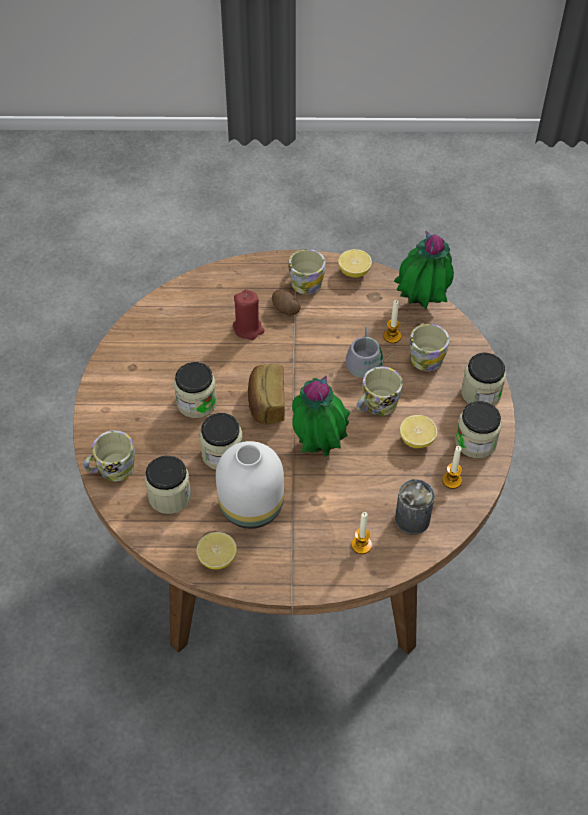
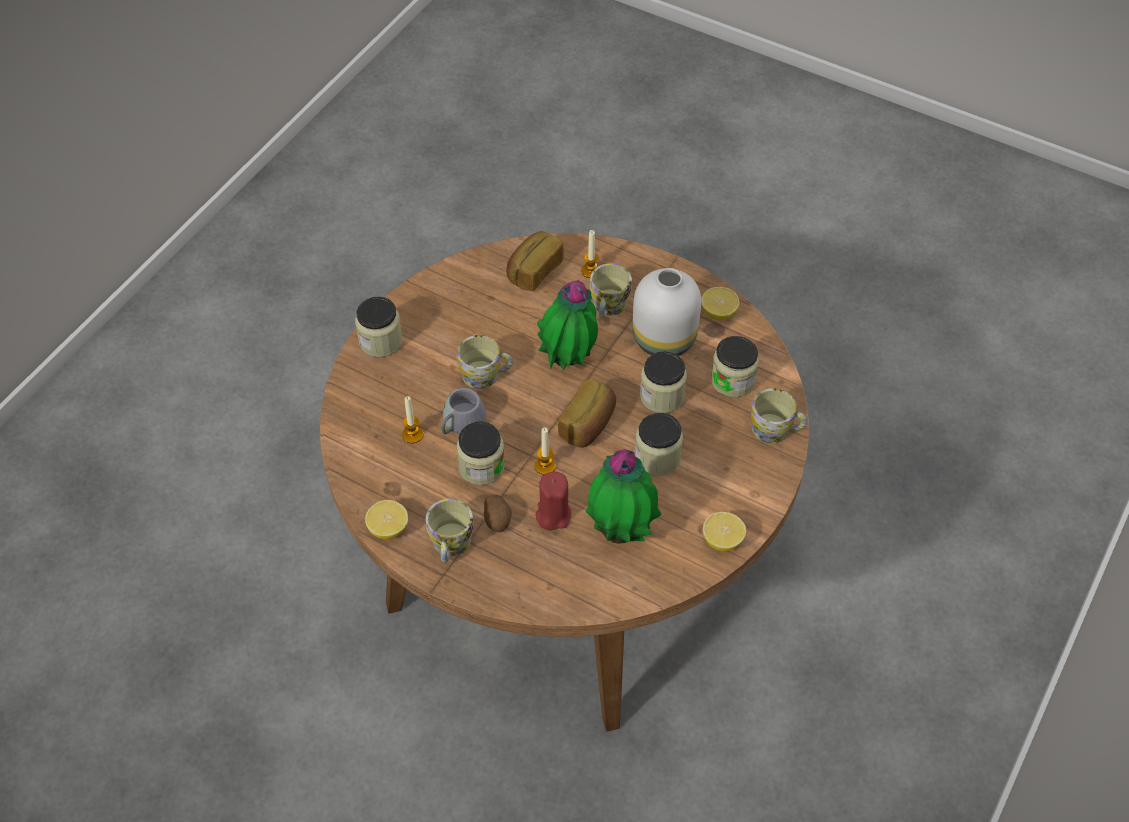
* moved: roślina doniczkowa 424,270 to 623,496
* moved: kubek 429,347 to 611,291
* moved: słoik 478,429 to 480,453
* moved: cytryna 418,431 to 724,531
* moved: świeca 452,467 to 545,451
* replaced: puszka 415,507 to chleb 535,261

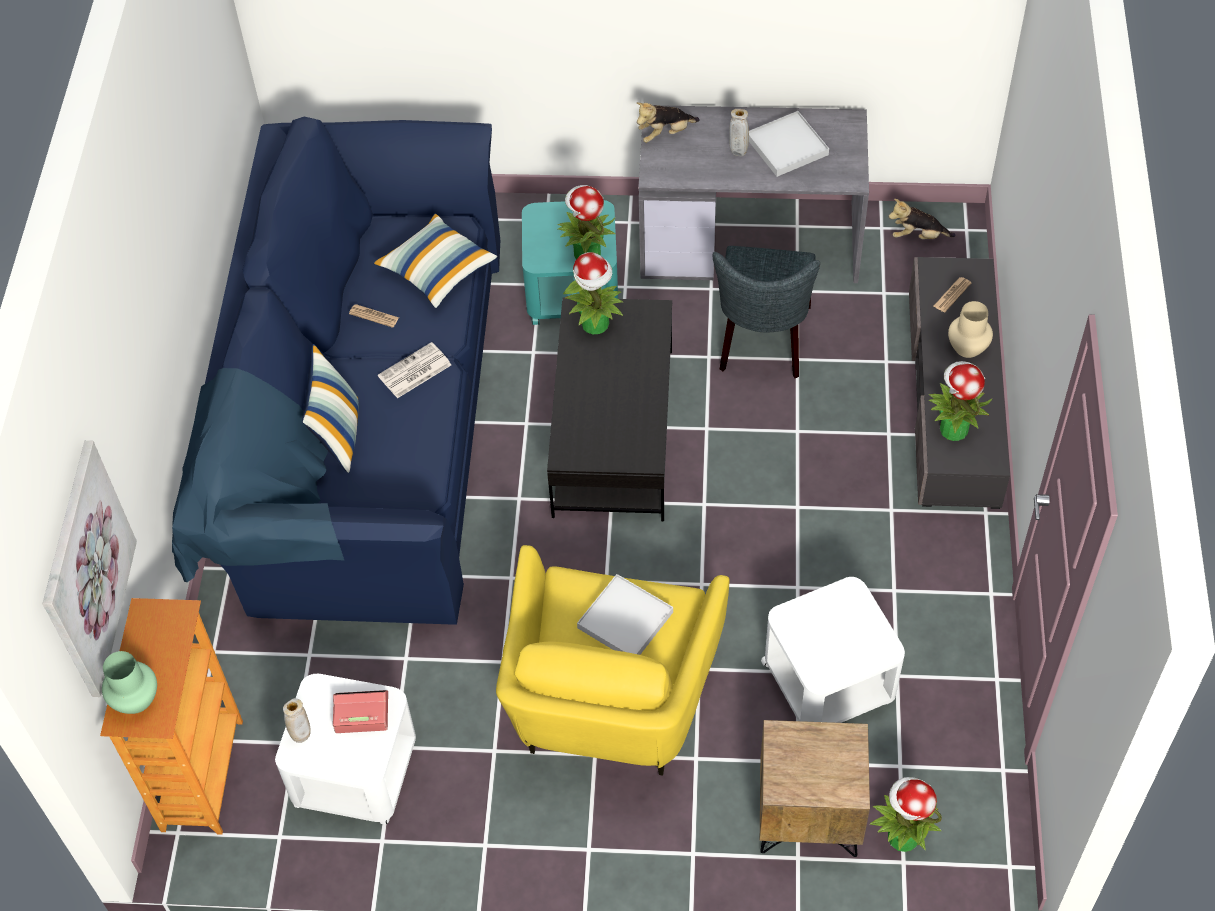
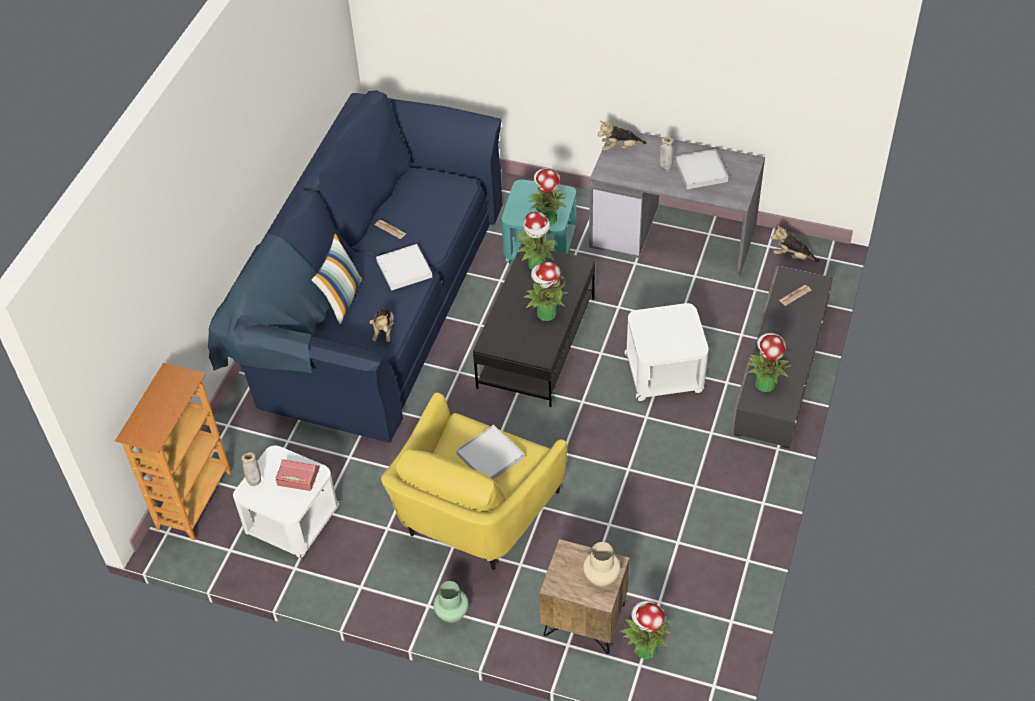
* removed: poduszka 435,261
* removed: krzesło/szary 766,312
* moved: wazon/beżowy 970,329 to 601,564
* replaced: gazeta 414,370 to taca/biały 404,267
* removed: obraz 90,569
* moved: stolik/biały 833,650 to 666,352
* moved: wazon/zielony 129,682 to 451,602
* added: roślina doniczkowa 545,291
* added: pluszak 382,325

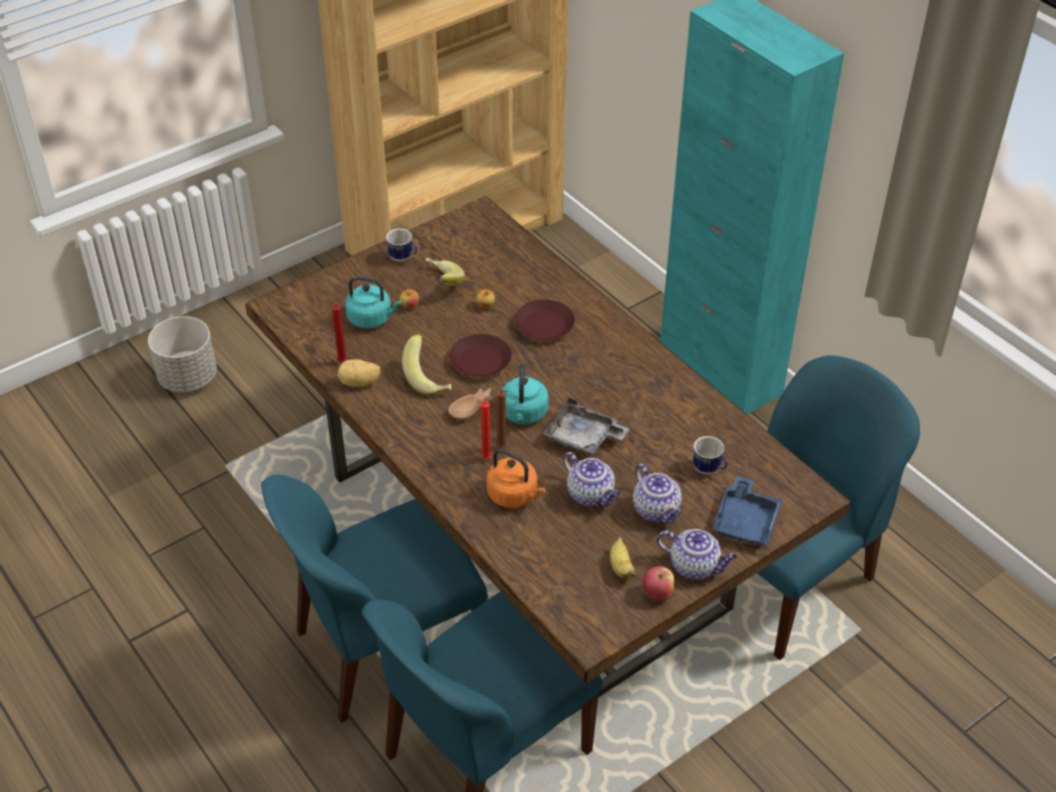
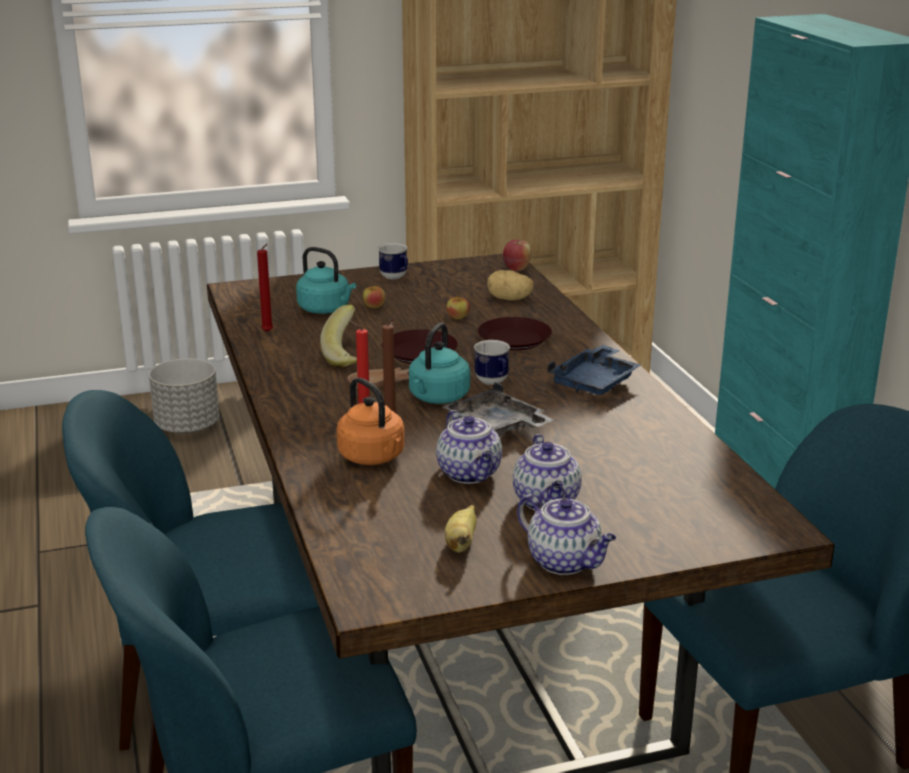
* removed: banan 445,272
* moved: ziemniak 359,373 to 510,285
* moved: kubek 710,455 to 492,362
* moved: taca/niebieski 747,510 to 594,370
* moved: jabłko 658,584 to 517,255

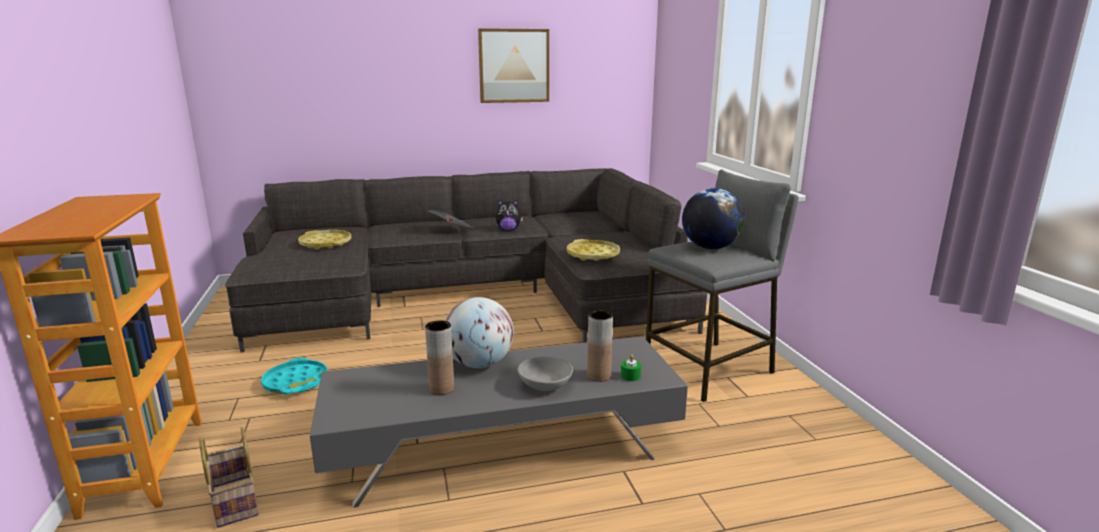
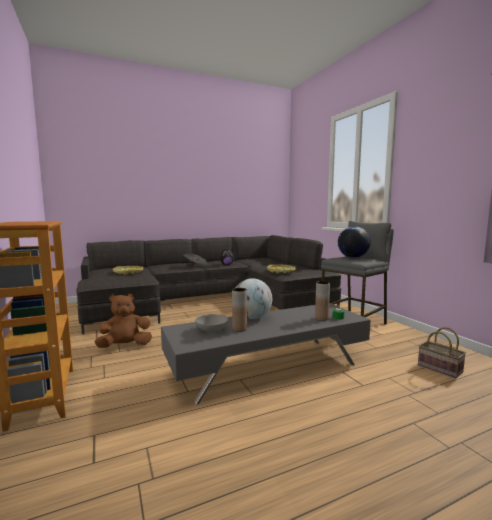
* removed: obraz 513,65
* moved: miska/szary 545,373 to 211,323
* replaced: taca/turkusowy 294,376 to pluszak/brązowy 123,321
* moved: koszyk 229,477 to 442,352

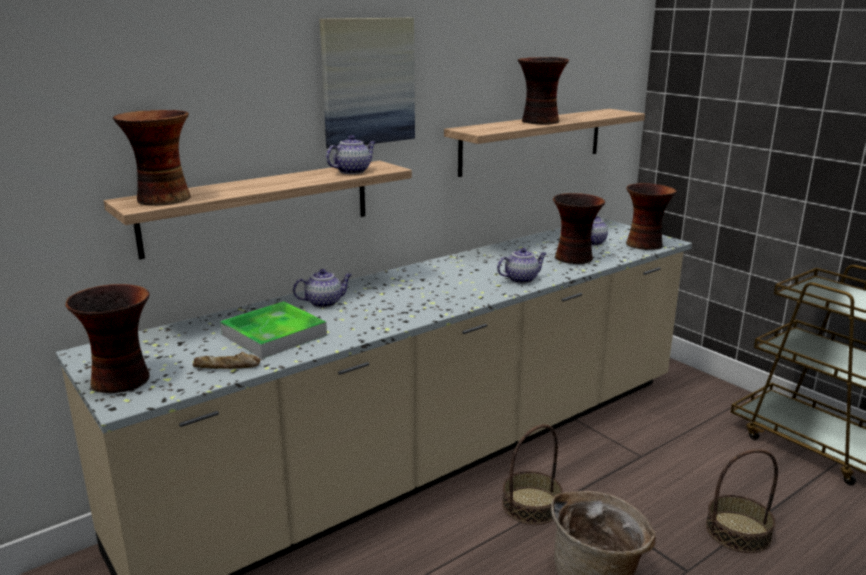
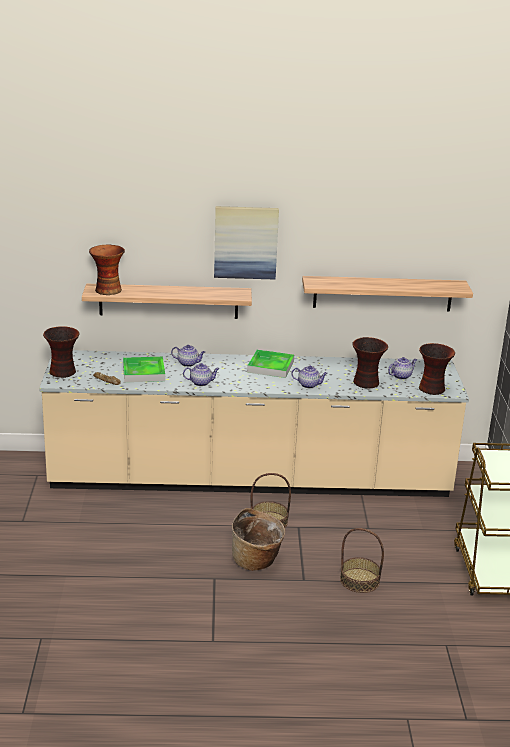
* removed: wazon 543,91
* moved: imbryk 351,154 to 201,374
* added: taca 270,364

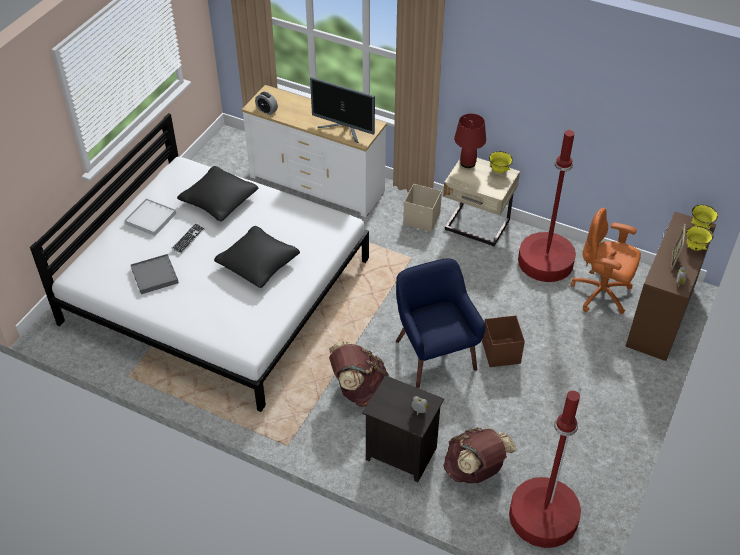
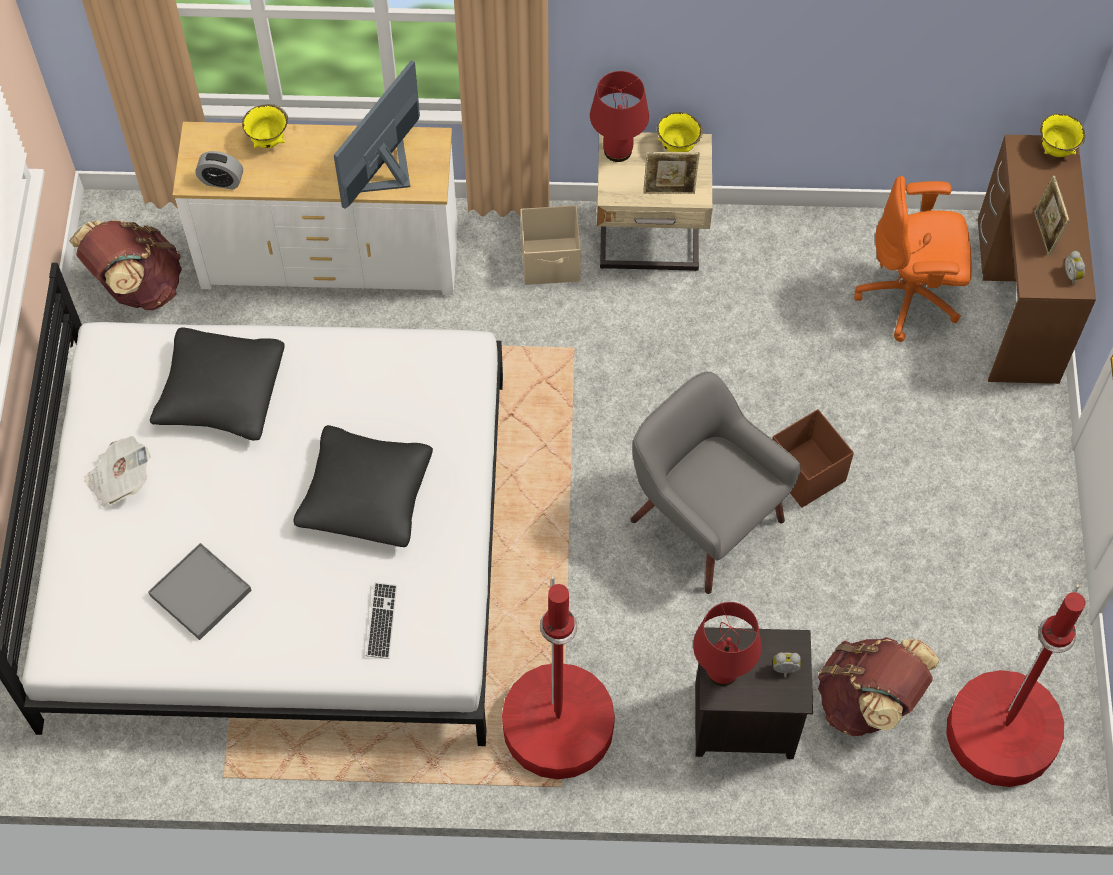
* turned: monitor 342,110 = 377,134 120 degrees clockwise
* moved: lampa stojąca/czerwony 547,204 to 558,677
* replaced: taca/biały 150,217 to gazeta 117,471
* moved: klawiatura 188,238 to 381,620
* moved: miska/żółty 700,238 to 265,126
* recoloured: fotel/niebieski 440,323 to fotel/szary 715,482
* moved: plecak/brązowy 359,374 to 125,265
* added: ramka na zdjęcie 671,172
* added: lampa stołowa/czerwony 727,644

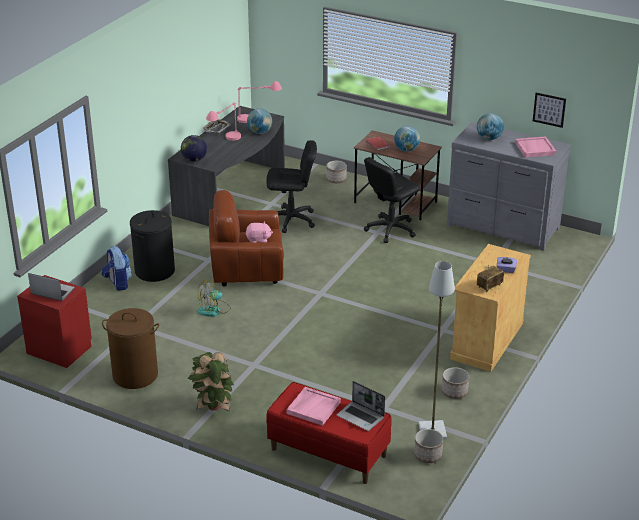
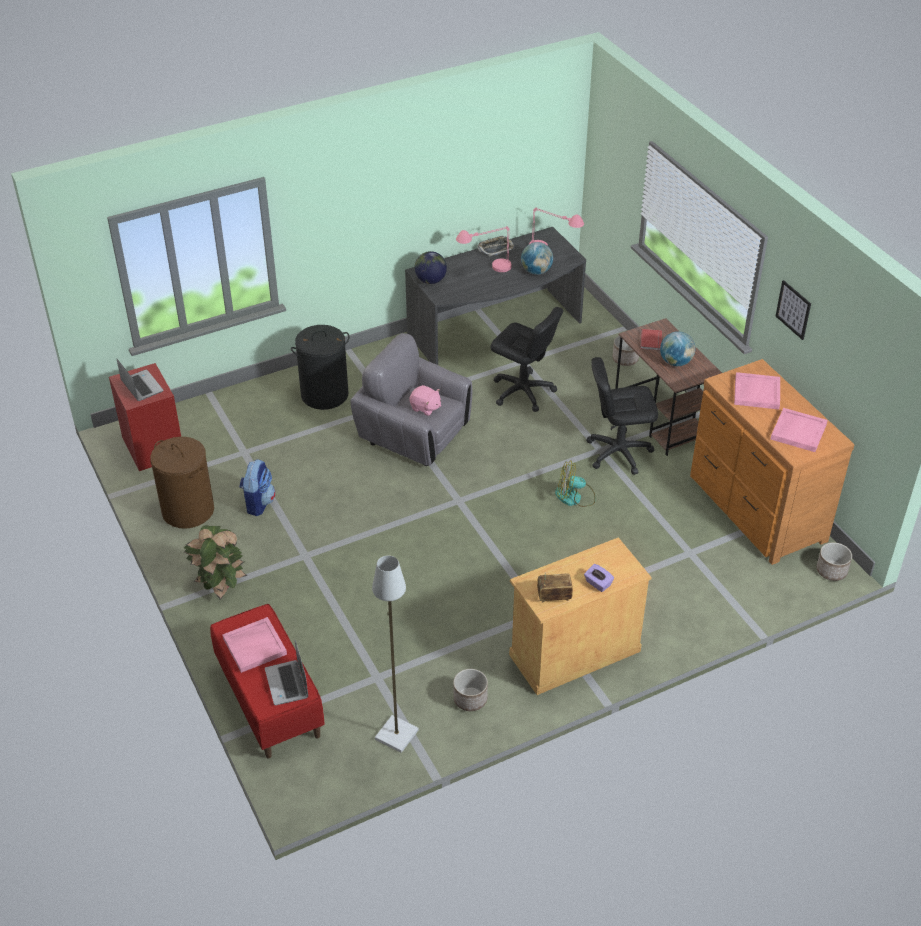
* moved: obraz 549,110 to 793,310
* replaced: globus 490,126 to taca/różowy 757,391
* recoloured: komoda/szary 509,186 to komoda/brązowy 772,462
* recoloured: fotel/brązowy 246,238 to fotel/szary 411,399
* moved: plecak 116,268 to 257,487
* moved: wentylator 214,298 to 575,483
* moved: donica 428,446 to 834,561

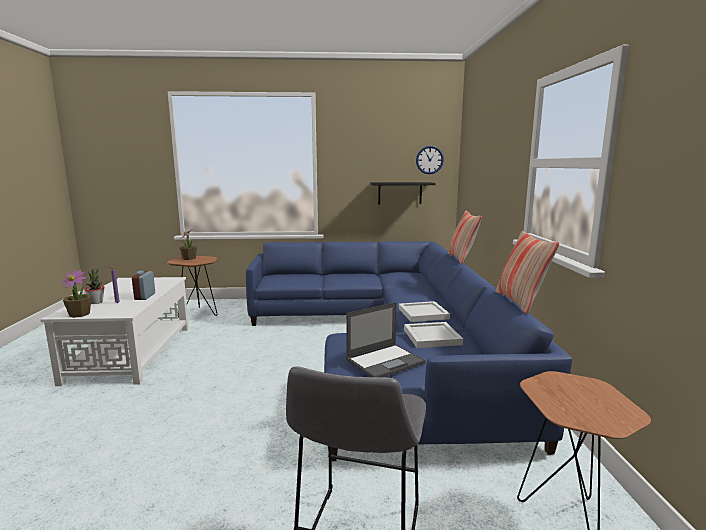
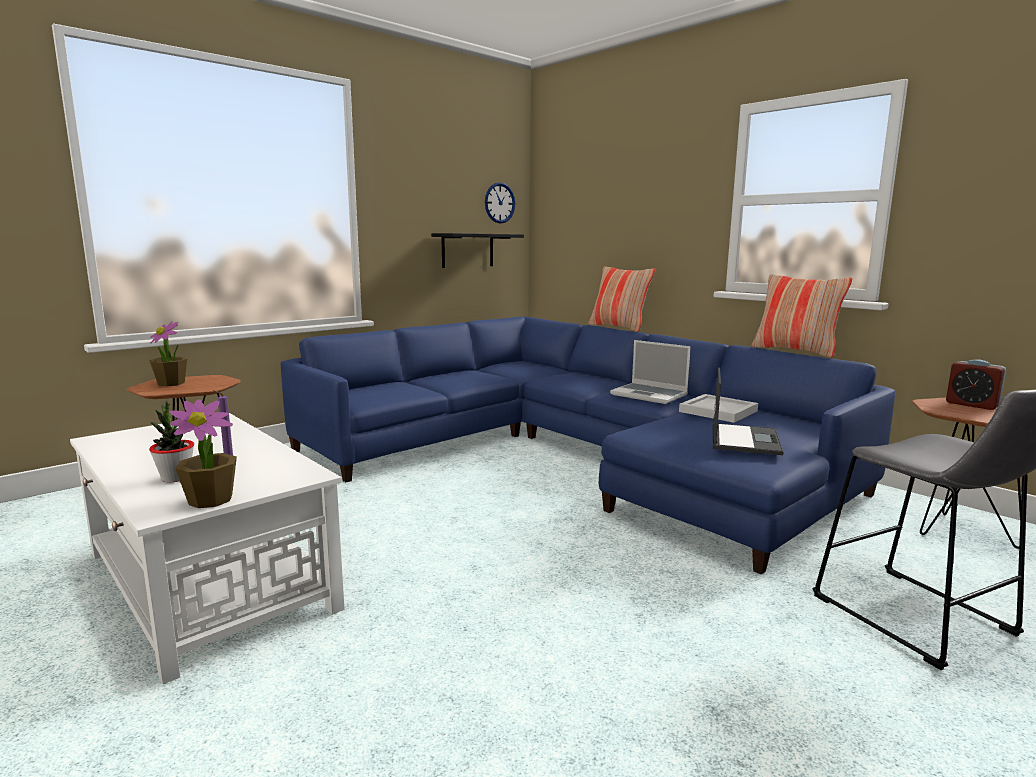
* moved: budzik 143,285 to 976,384
* replaced: taca/biały 424,311 to laptop 650,372

